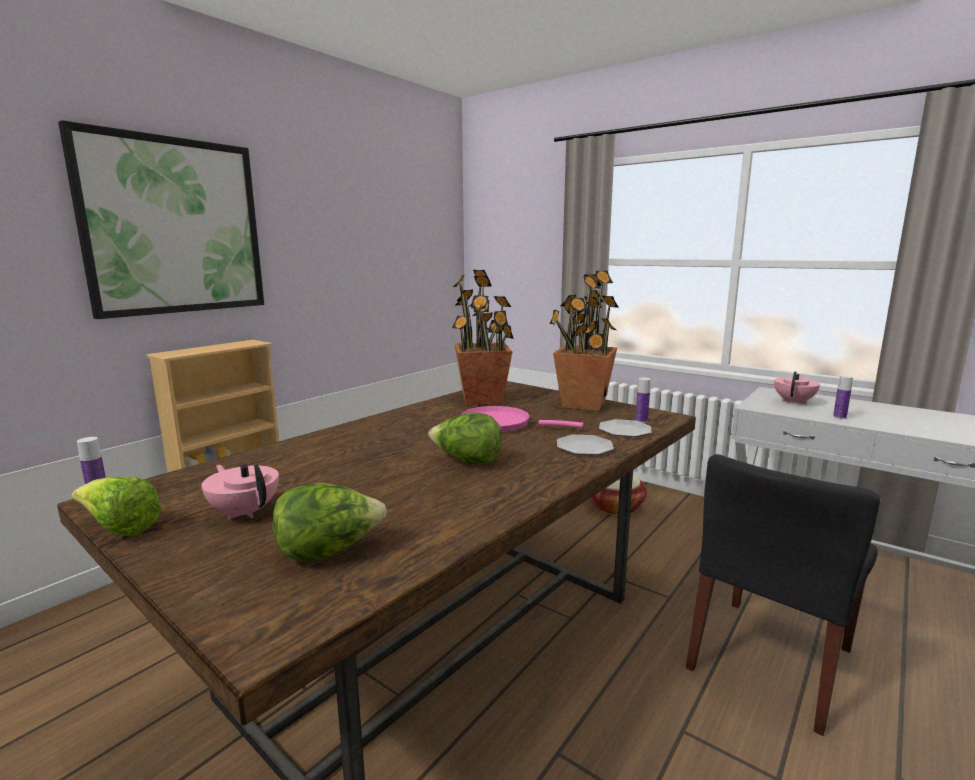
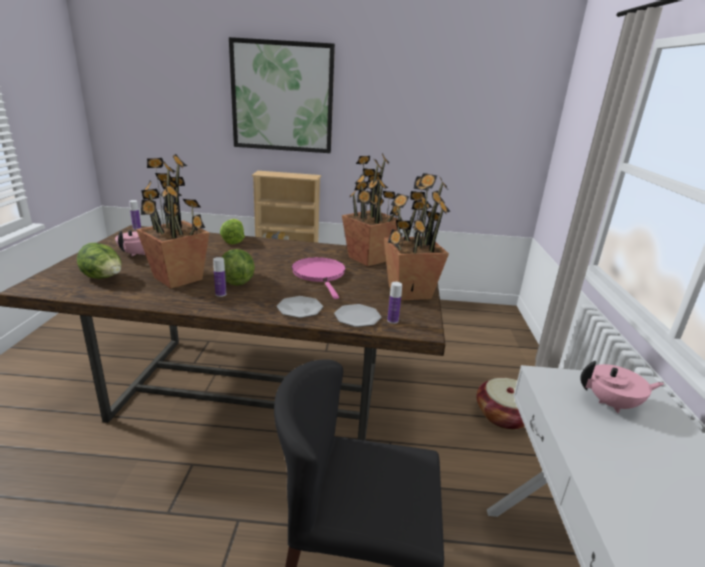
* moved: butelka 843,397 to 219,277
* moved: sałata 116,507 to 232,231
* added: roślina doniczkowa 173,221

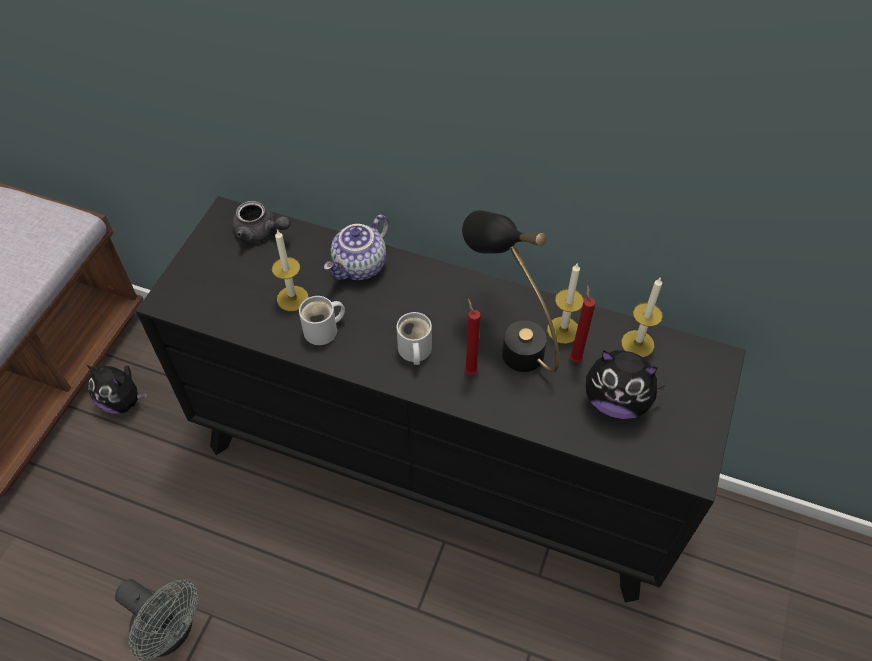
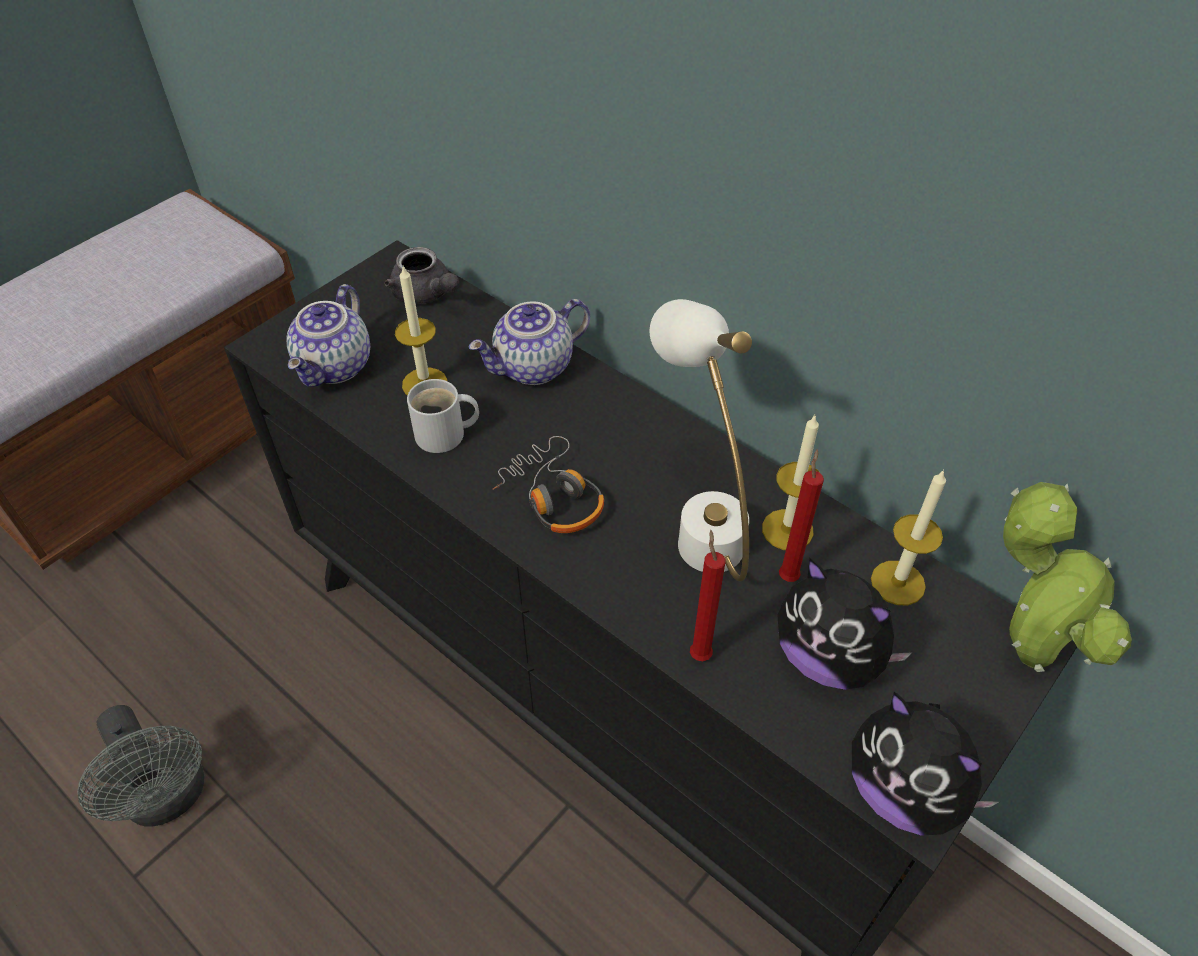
* recoloured: lampa stołowa/czarny 510,291 to lampa stołowa/biały 701,440
* moved: świeca/czerwony 472,337 to 708,595
* replaced: kubek/biały 414,338 to słuchawki 548,484
* moved: pluszak 116,389 to 925,764
* added: imbryk 328,335
* added: roślina doniczkowa 1067,577

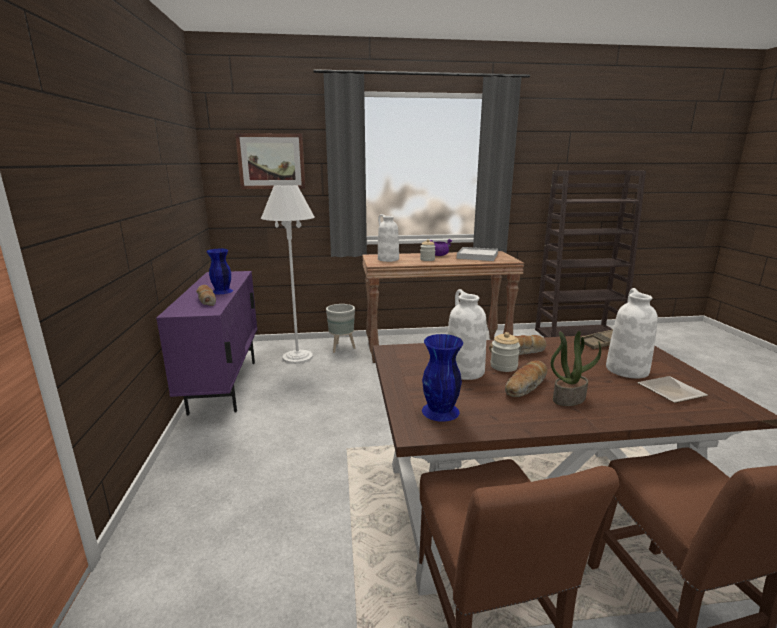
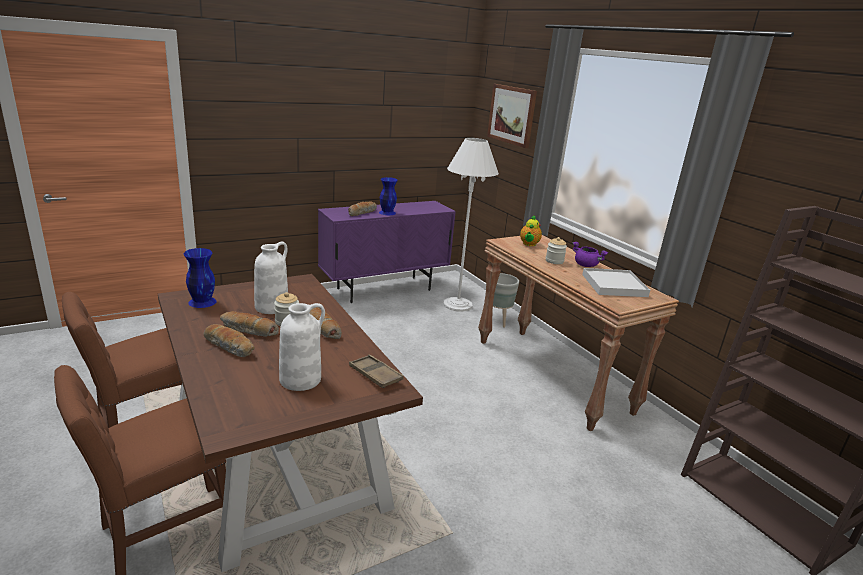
* replaced: wazon/biały 388,238 to imbryk 531,231
* replaced: roślina doniczkowa 576,368 to chleb 229,340
* removed: talerz 672,389

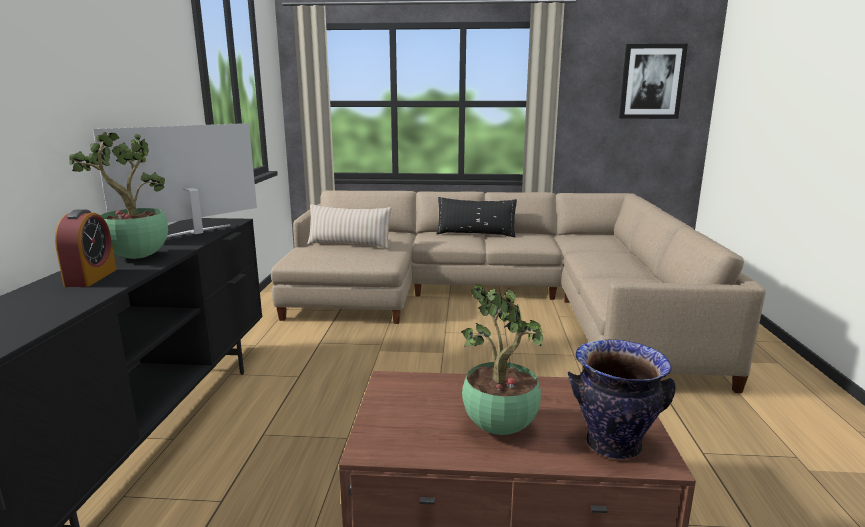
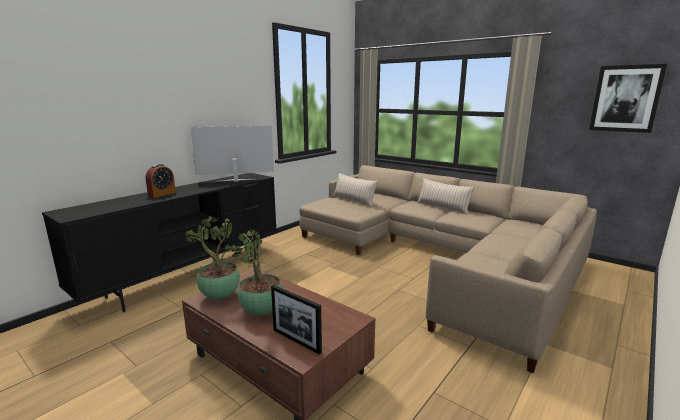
* moved: roślina doniczkowa 118,195 to 214,258
* recoloured: poduszka/czarny 476,217 to poduszka/beżowy 445,196
* replaced: wazon 622,399 to ramka na zdjęcie 296,320

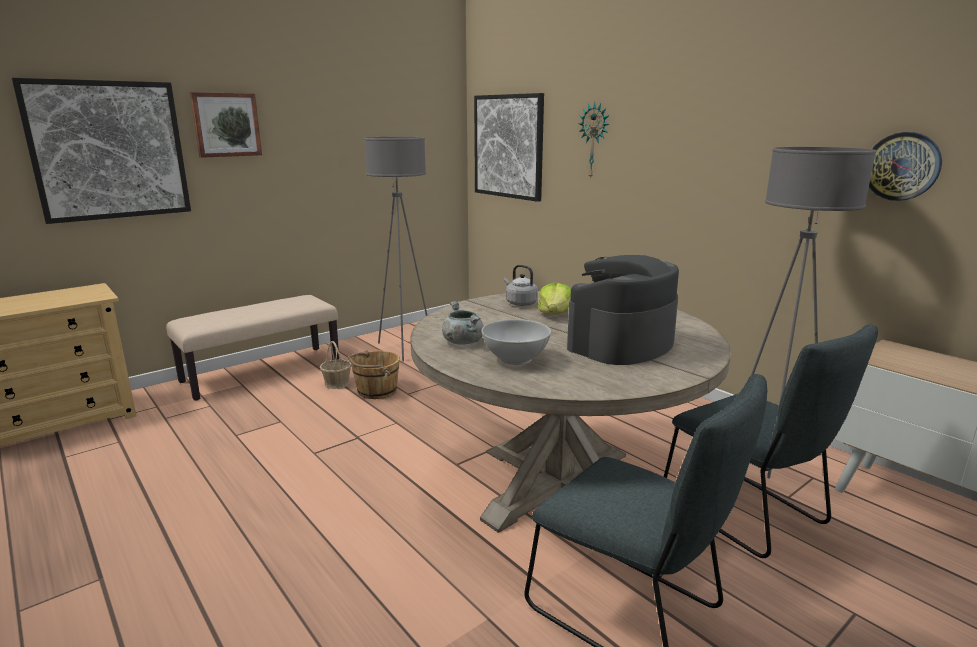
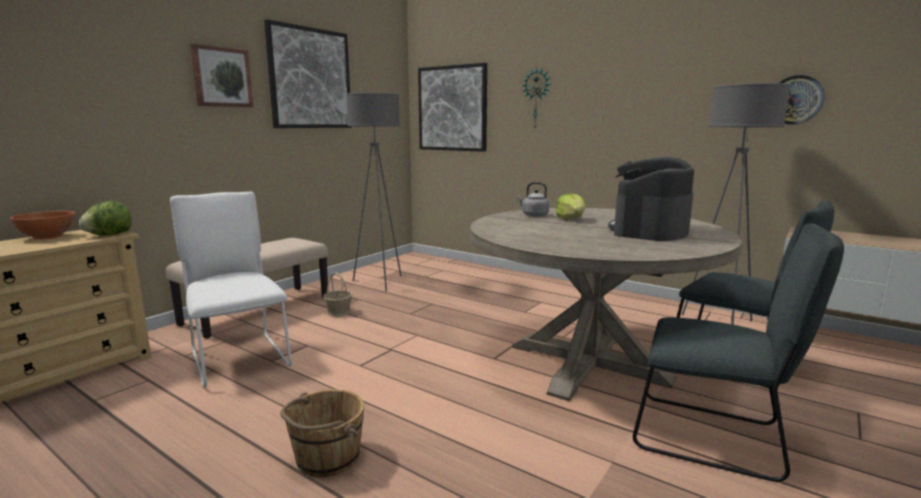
* moved: obraz 101,151 to 308,73
* removed: garnek/szary 463,323
* removed: miska/biały 516,342
* moved: wiadro/brązowy 374,375 to 322,433
* added: krzesło/biały 231,290
* added: sałata 105,218
* added: miska/pomarańczowy 42,225

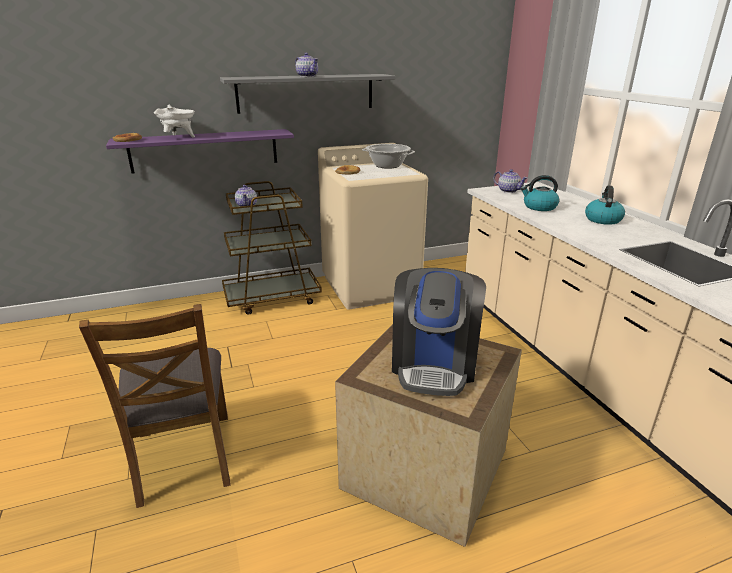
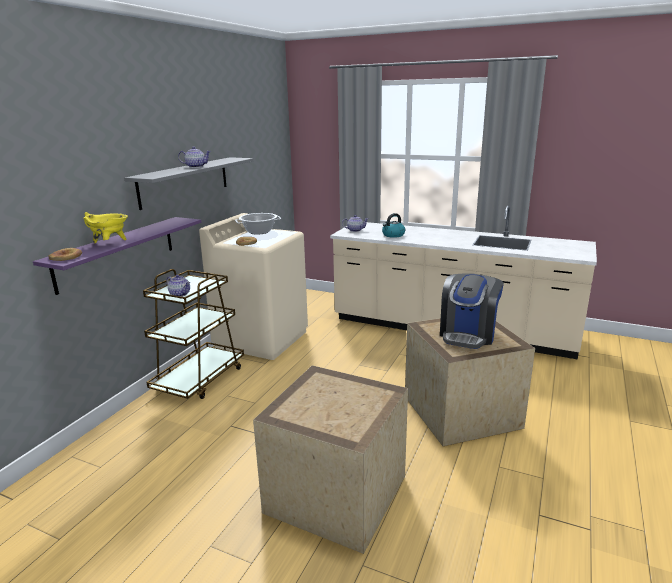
* recoloured: garnek/biały 174,121 to garnek/żółty 105,227
* removed: czajnik 605,205
* turned: ekspres do kawy 439,332 = 472,311 60 degrees clockwise
* replaced: krzesło/brązowy 155,406 to skrzynka 330,459

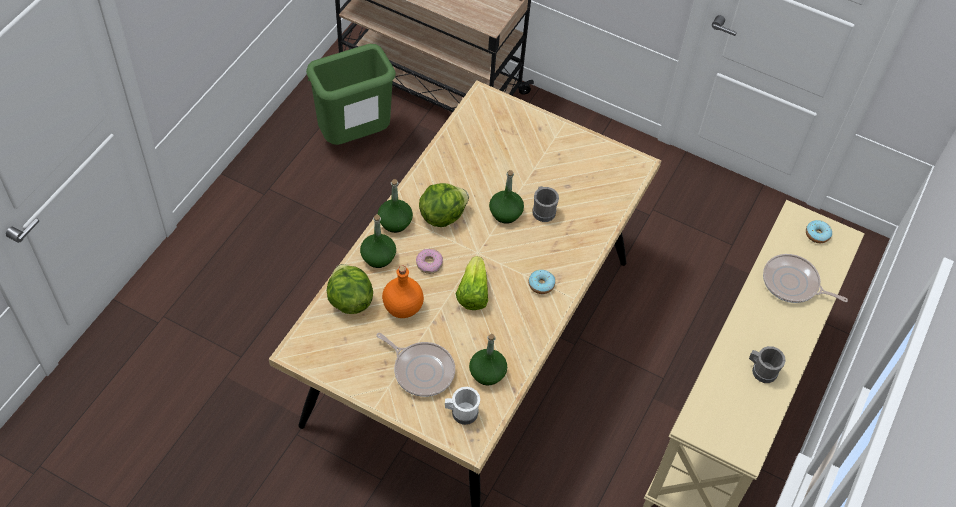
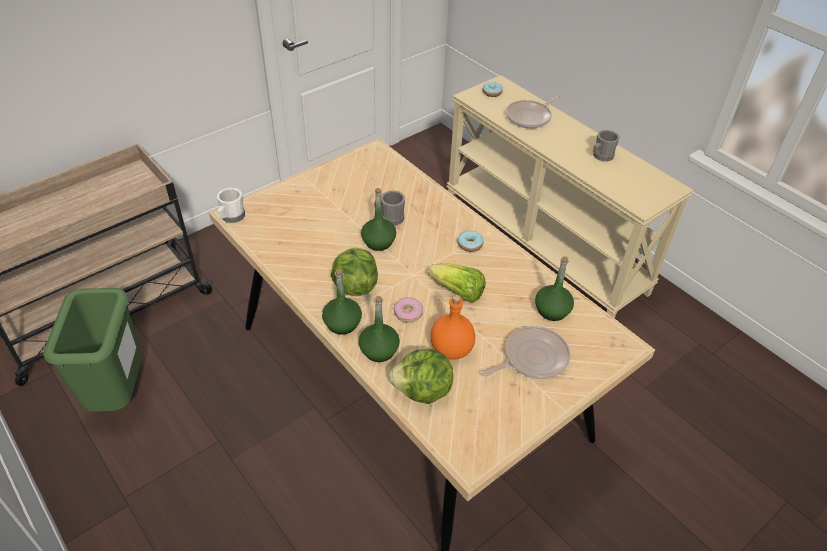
* moved: kubek/biały 462,406 to 231,205

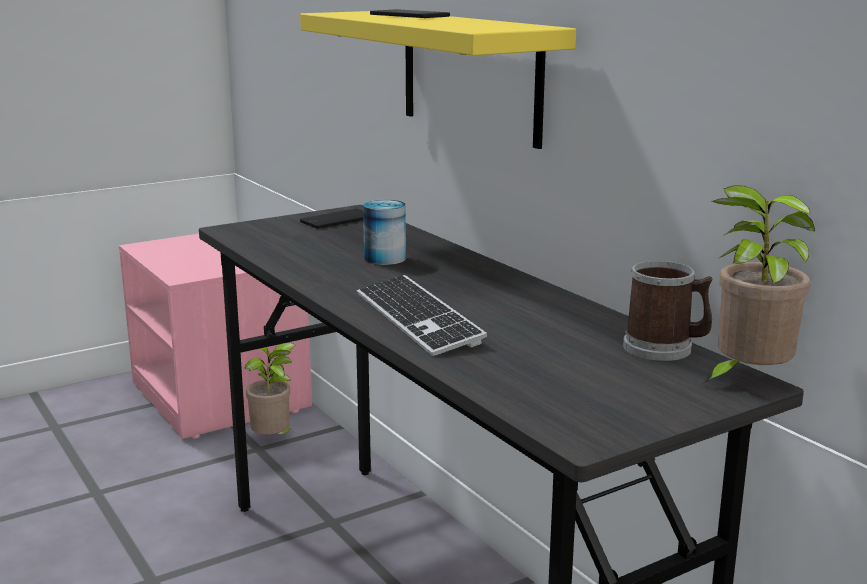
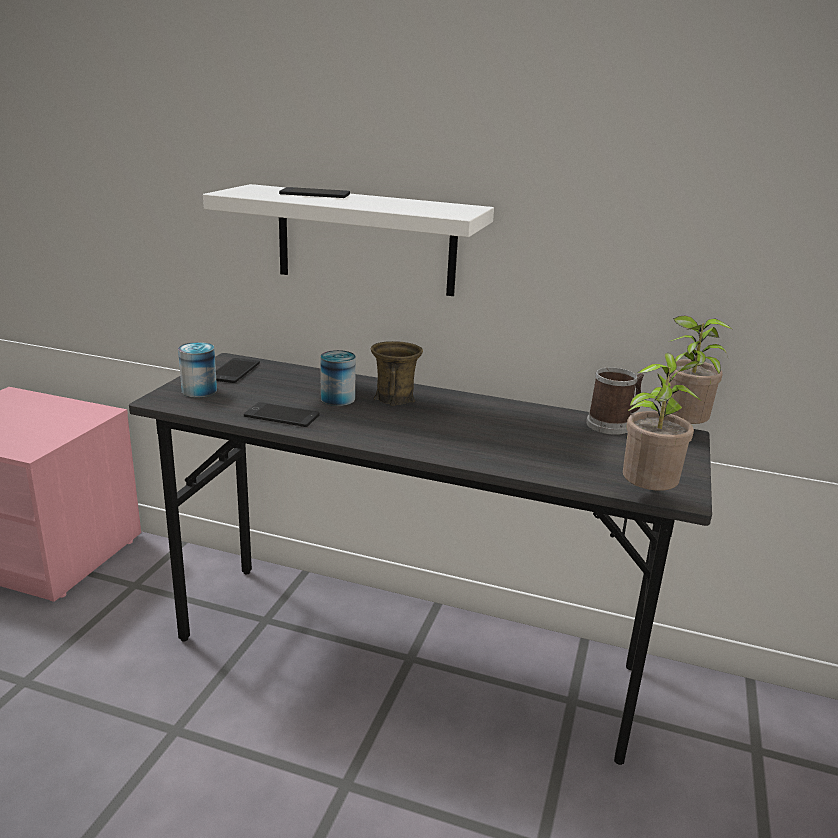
* recoloured: półka/żółty 438,80 to półka/biały 348,240
* removed: klawiatura 422,315
* moved: roślina doniczkowa 270,389 to 662,422
* added: kubek/brązowy 397,373
* added: puszka 197,369
* added: telefon 282,414

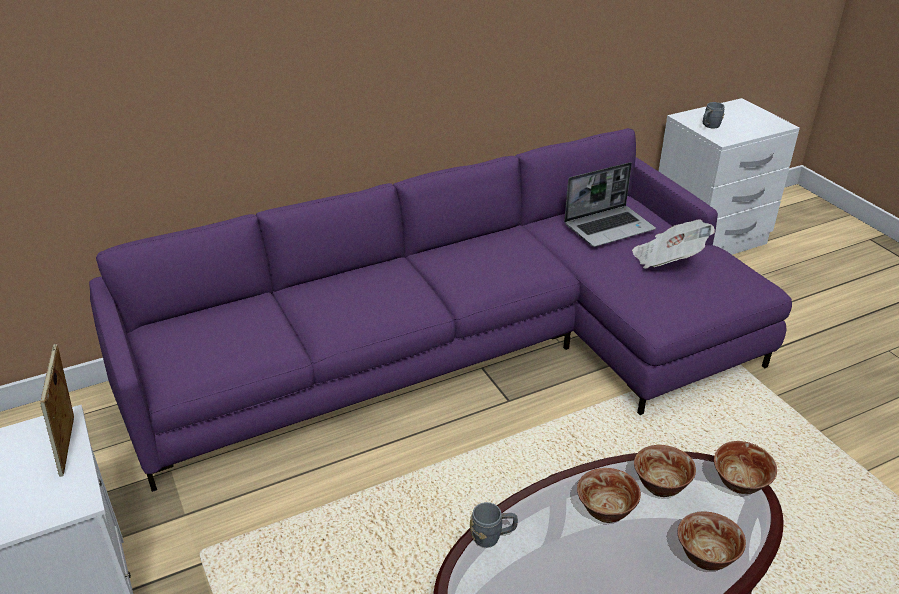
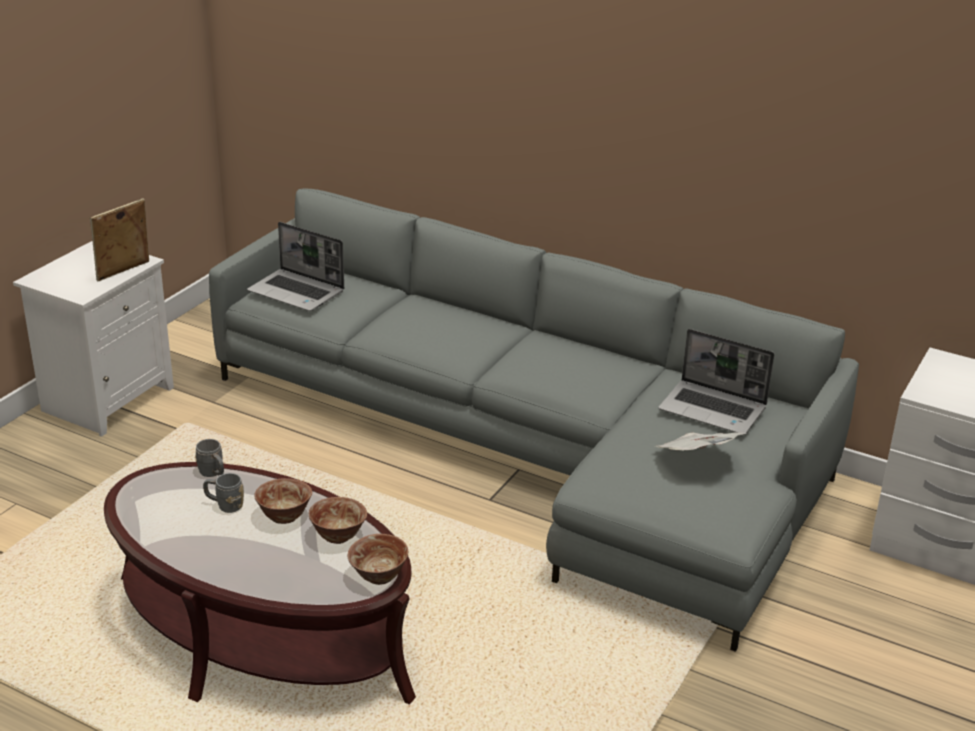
* moved: kubek/szary 714,115 to 223,493
* recoloured: kanapa/fioletowy 440,310 to kanapa/szary 534,420
* removed: miska 711,541
* added: laptop 295,266

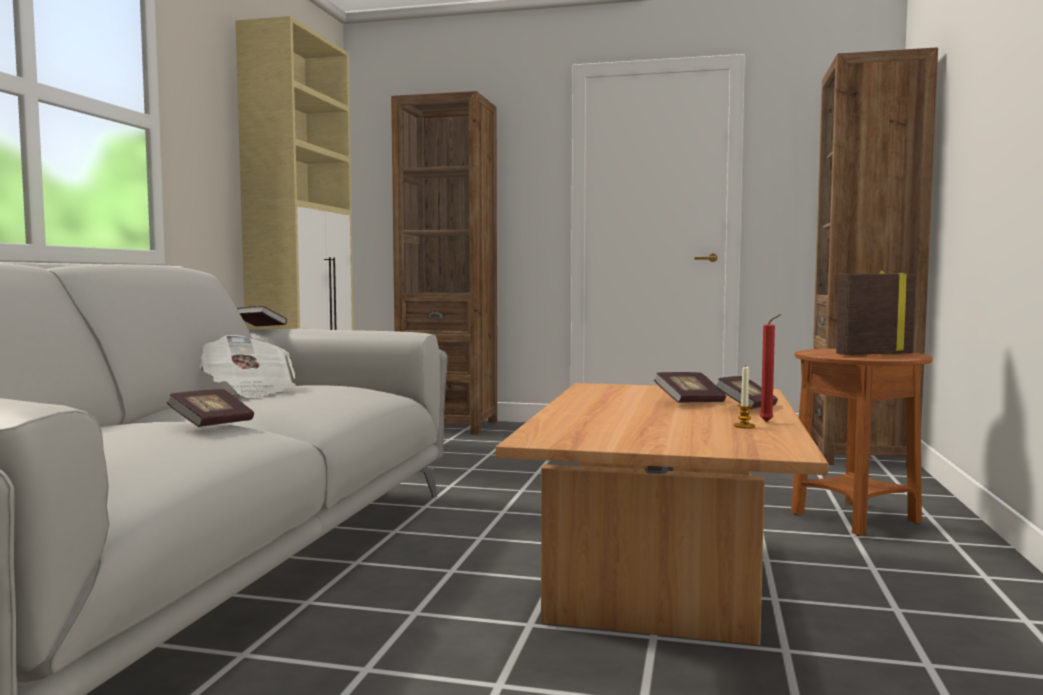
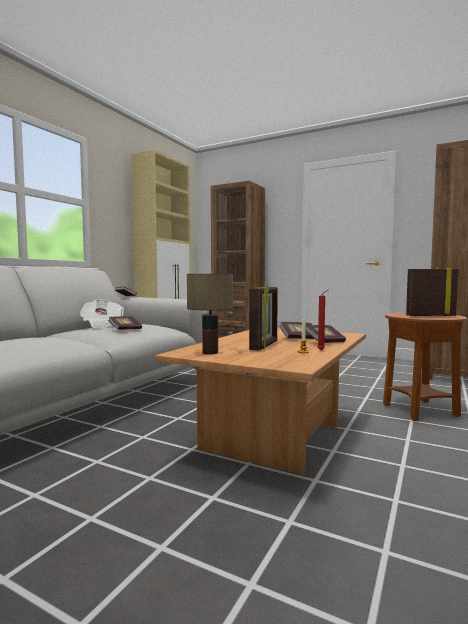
* moved: książka 210,408 to 125,323
* added: lampa stołowa 210,314
* added: ramka na zdjęcie 263,318

